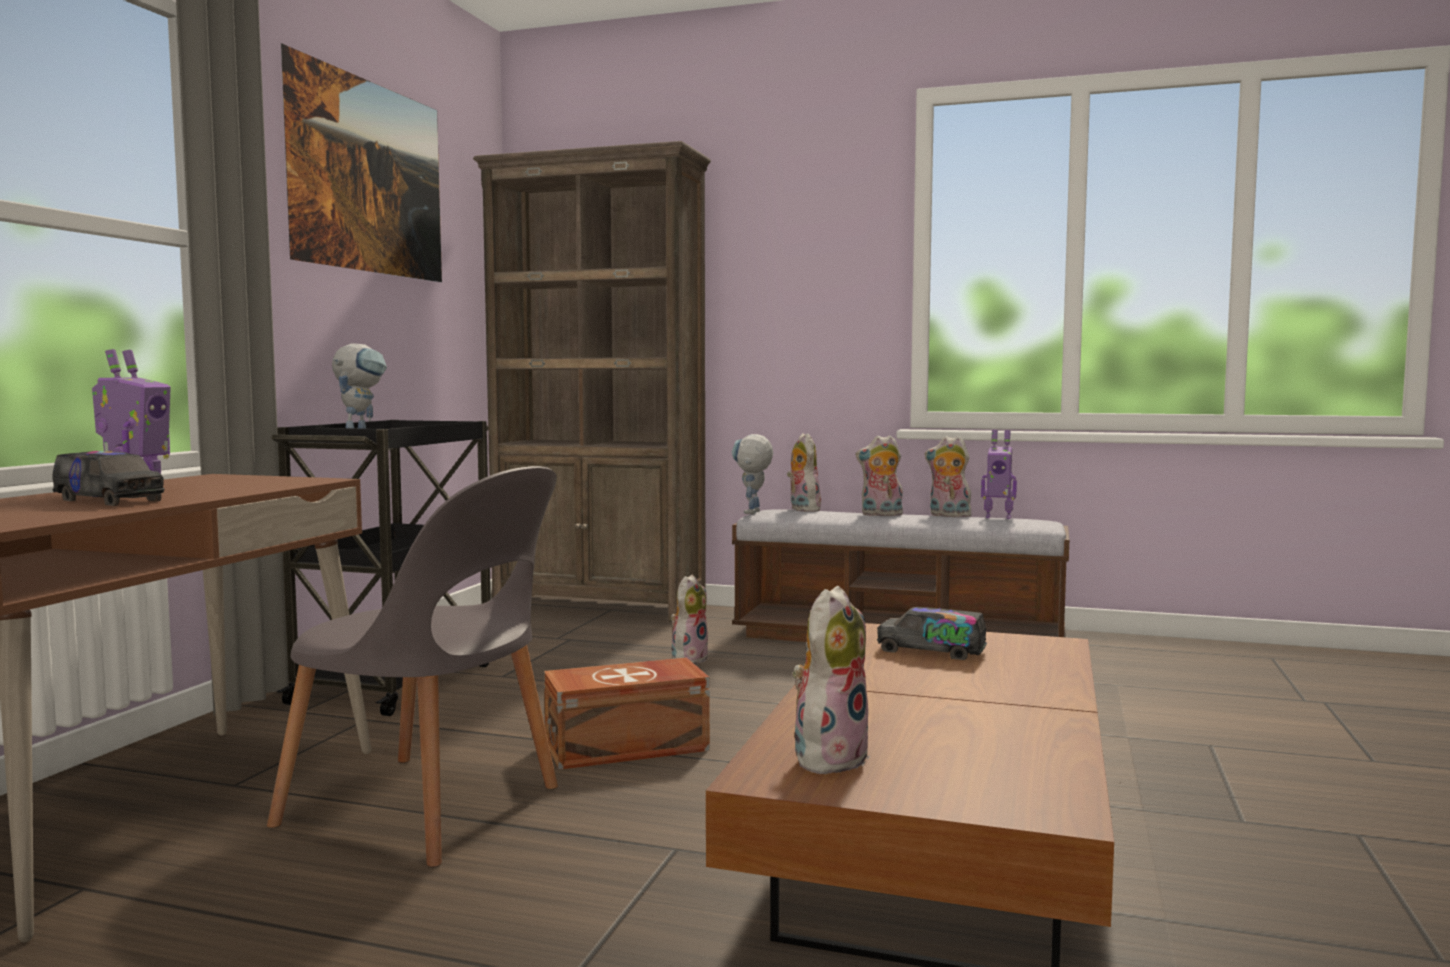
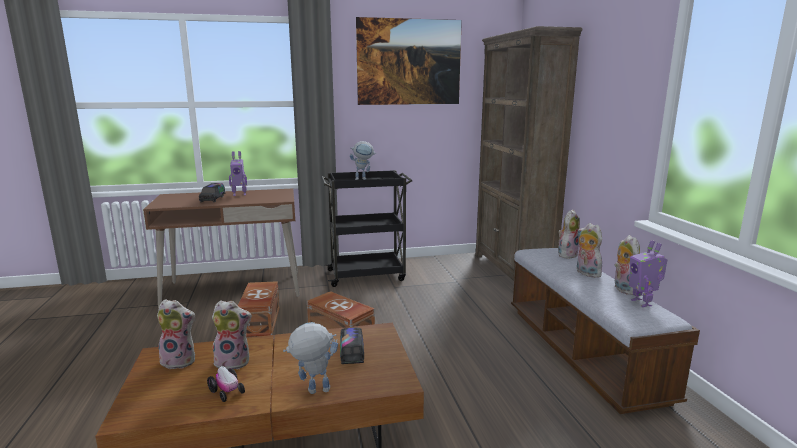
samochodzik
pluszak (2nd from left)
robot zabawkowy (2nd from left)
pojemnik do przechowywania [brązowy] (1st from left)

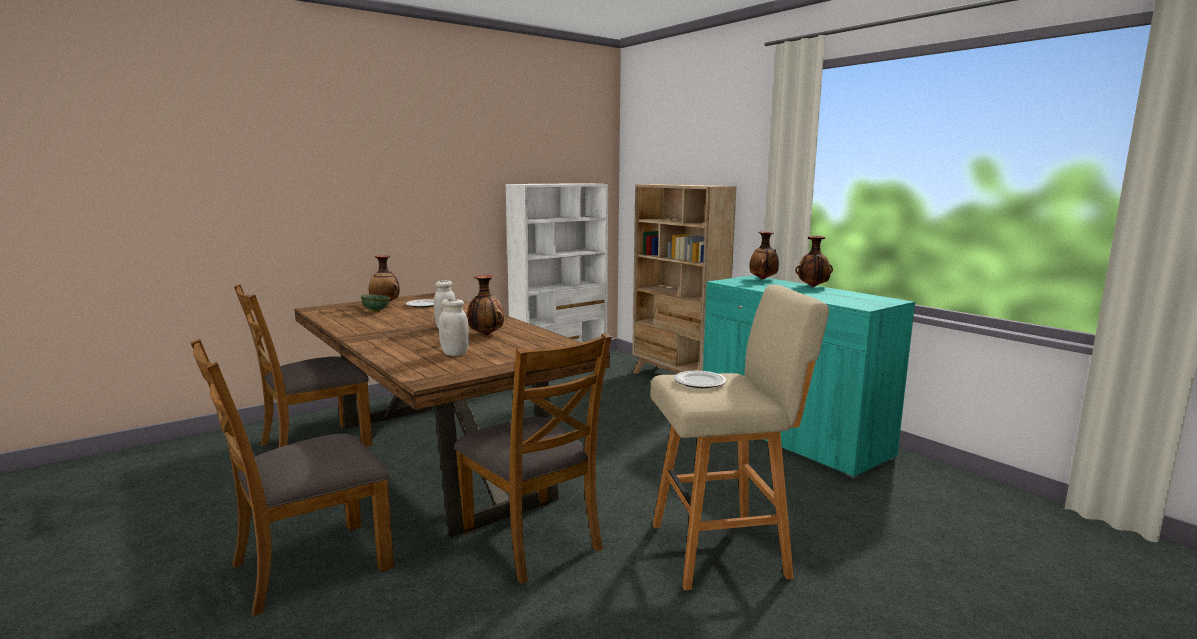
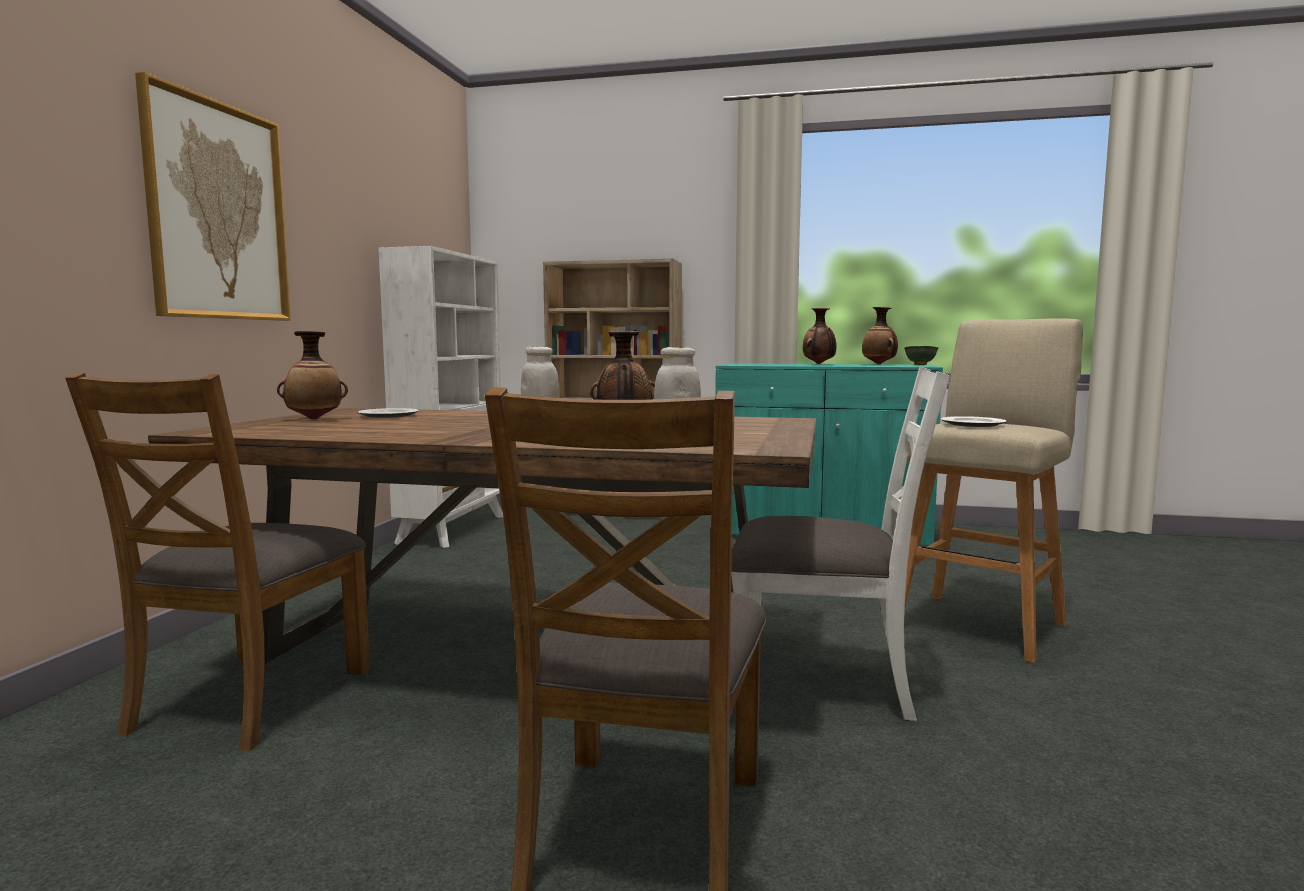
obraz
miska [zielony]
wazon (4th from left)
krzesło [biały]

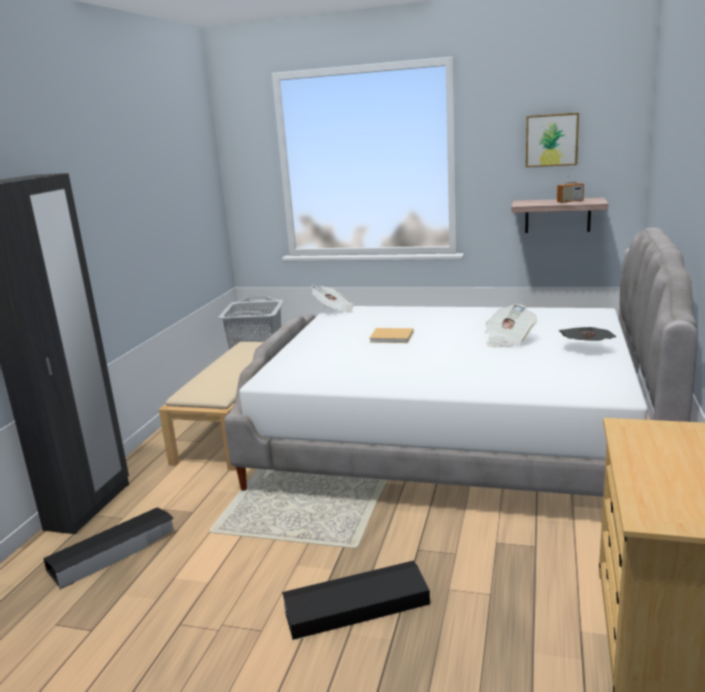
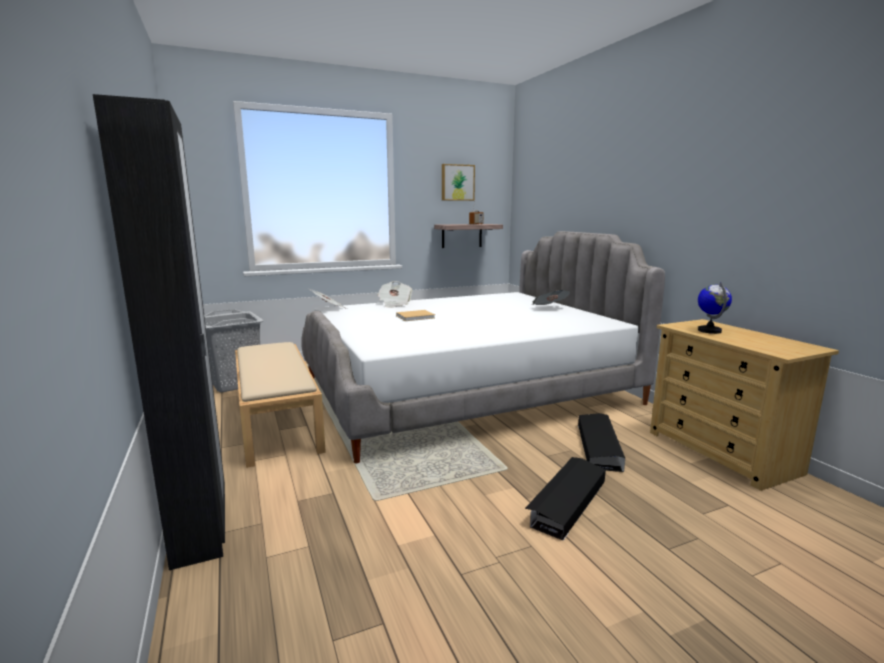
globus
pojemnik do przechowywania [czarny] (2nd from left)
gazeta (2nd from left)

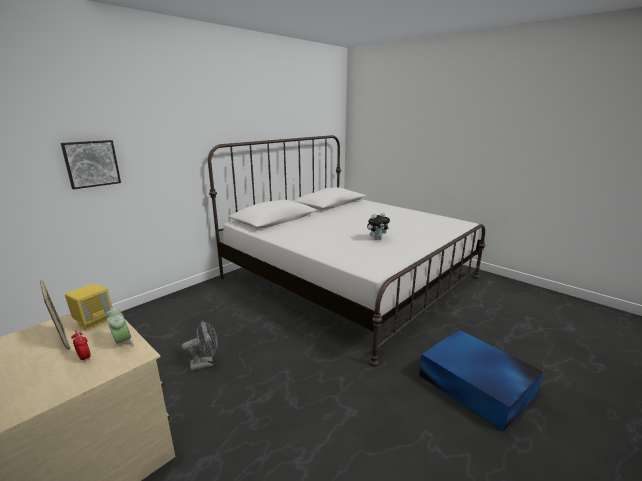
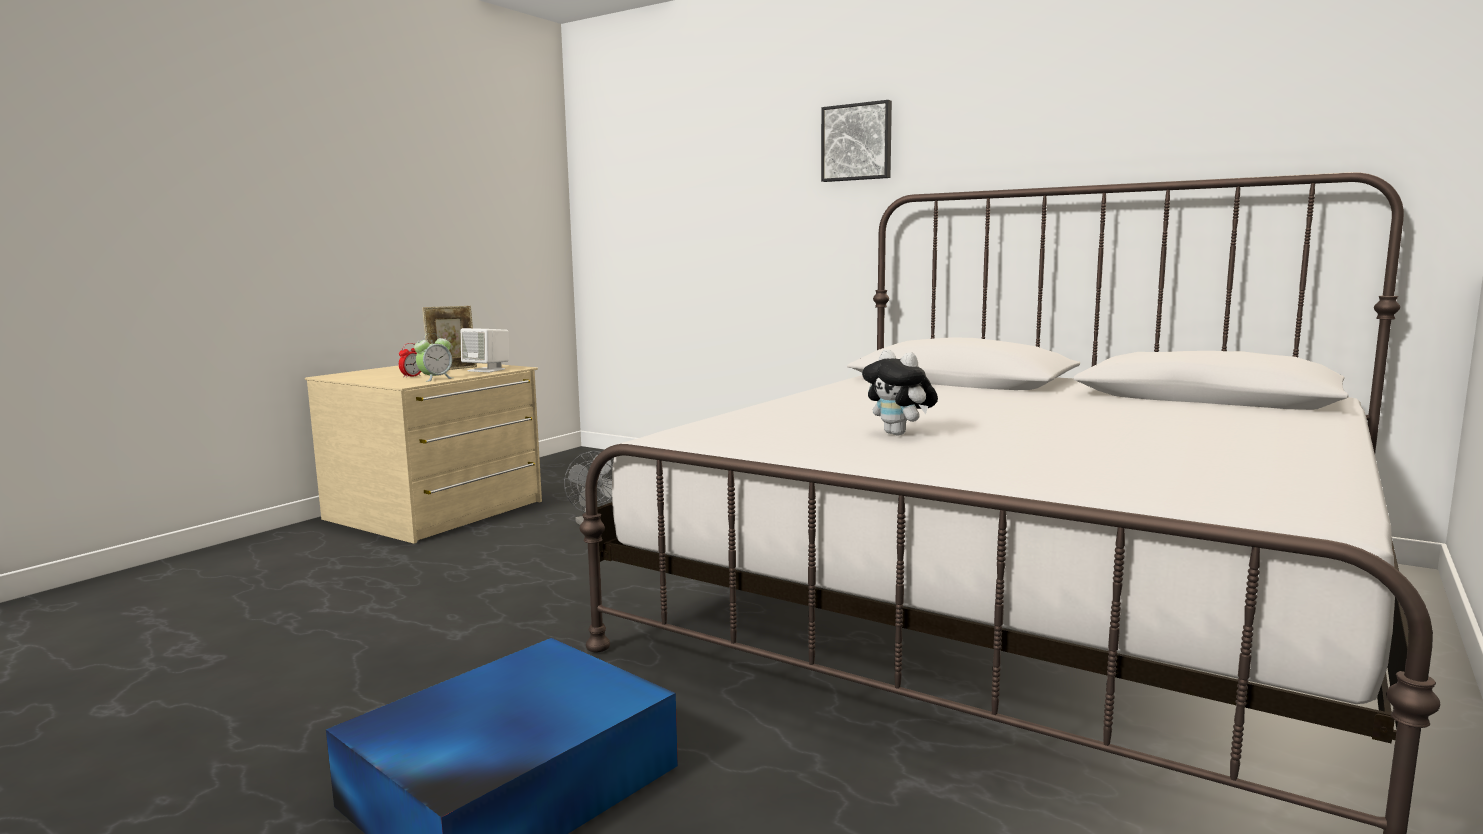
obraz
głośnik [biały]

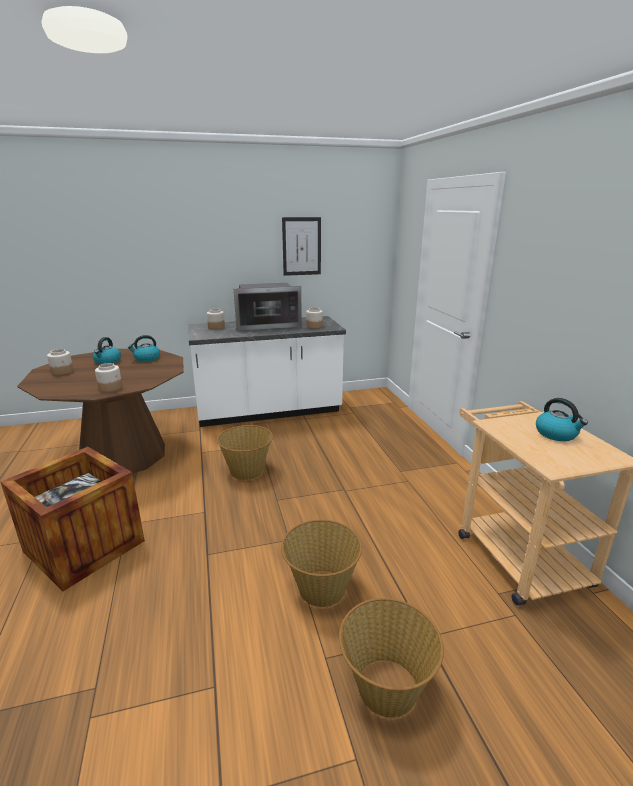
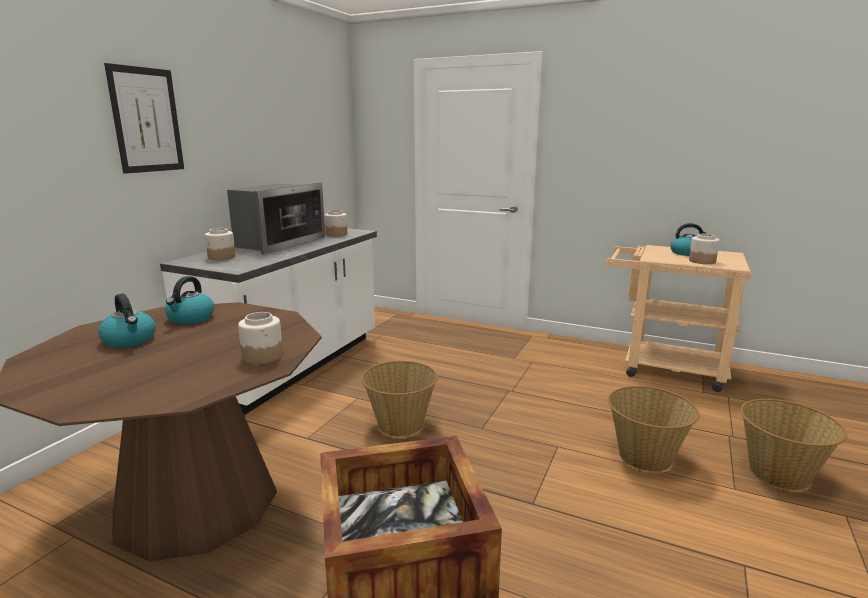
słoik (4th from left)
obraz

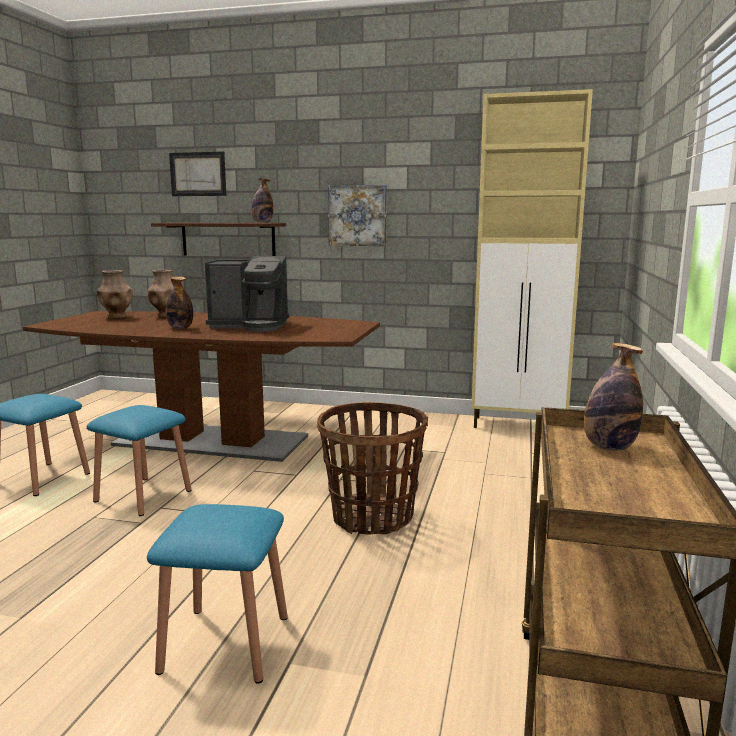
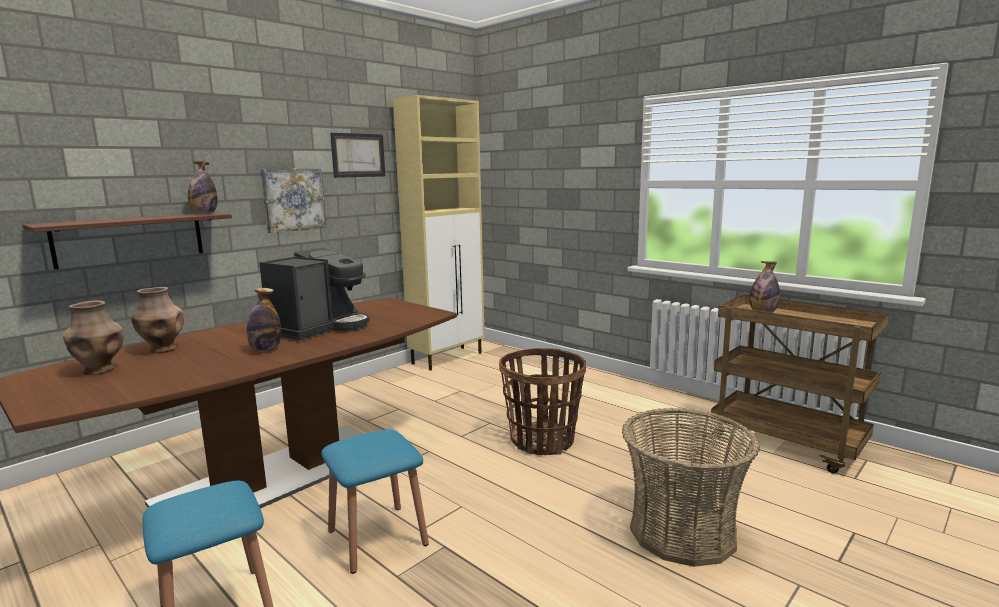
obraz (2nd from left)
koszyk (2nd from left)

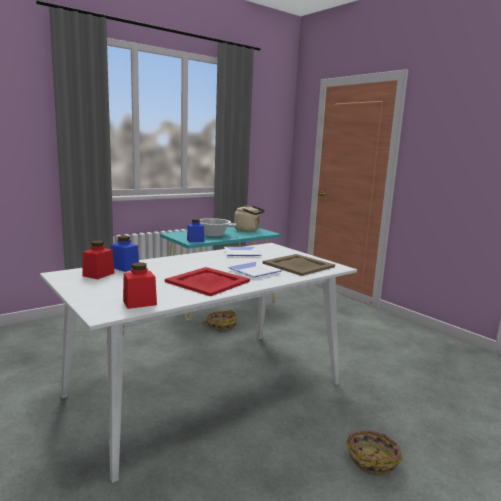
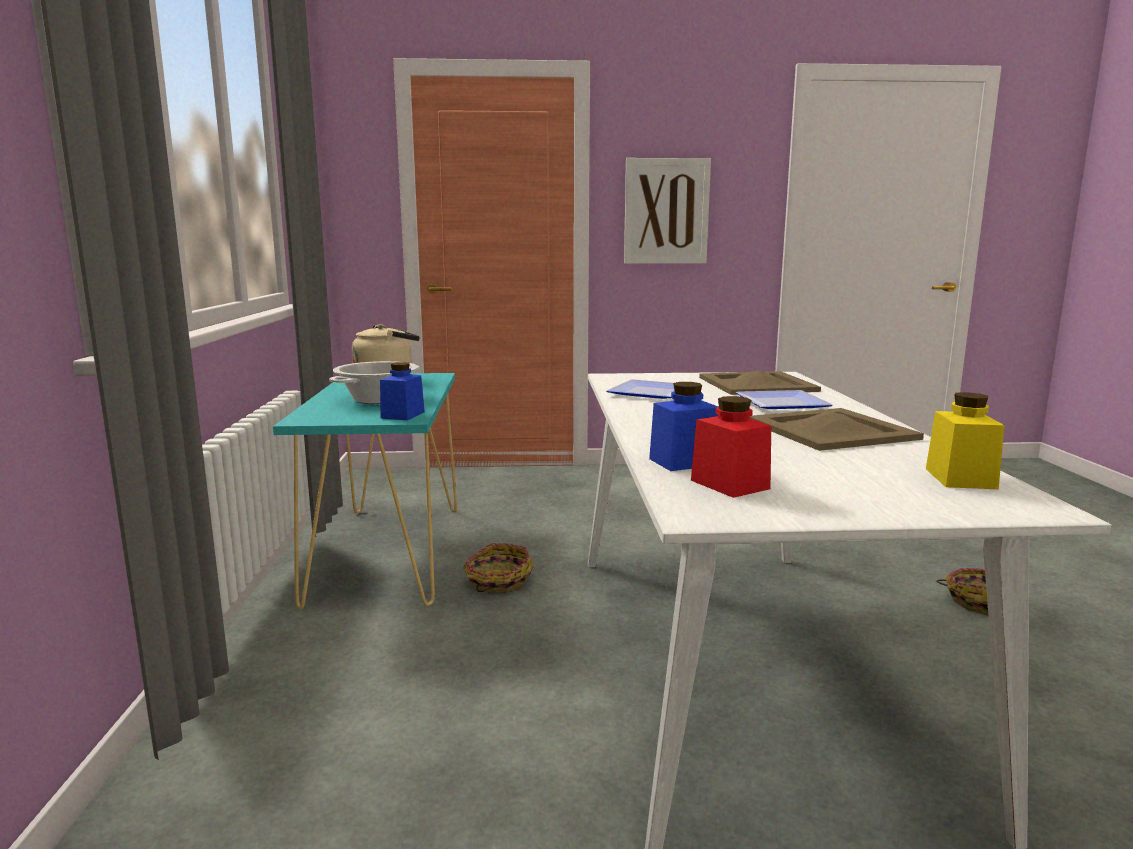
obraz
słoik [żółty]
taca [beżowy] (2nd from left)

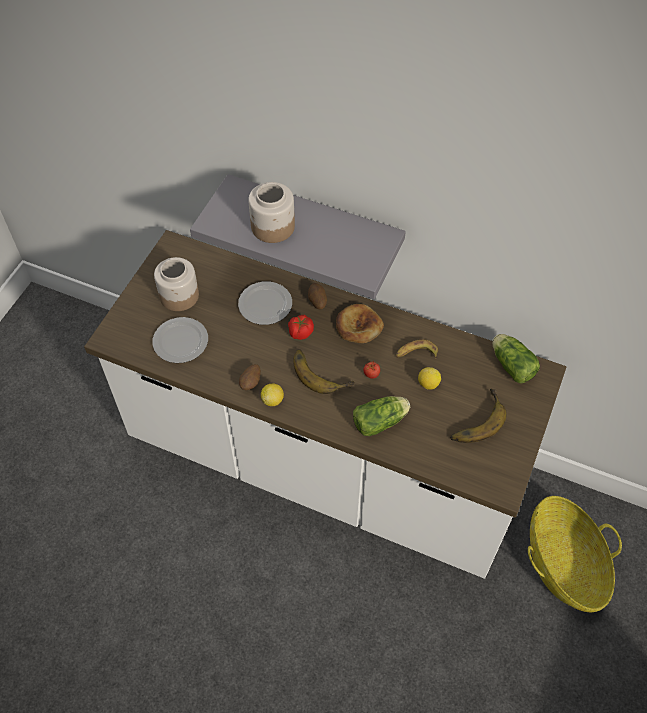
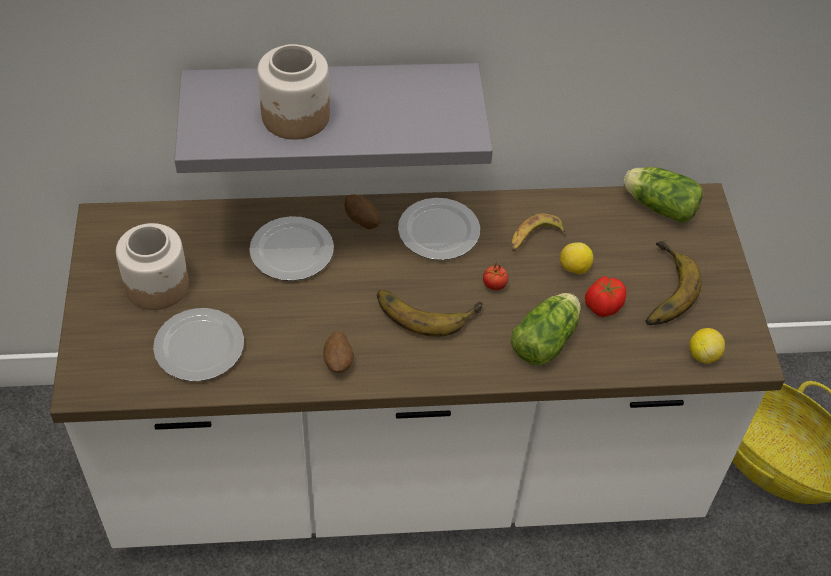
cytryna (2nd from left)
pomidor (2nd from left)
talerz (3rd from left)

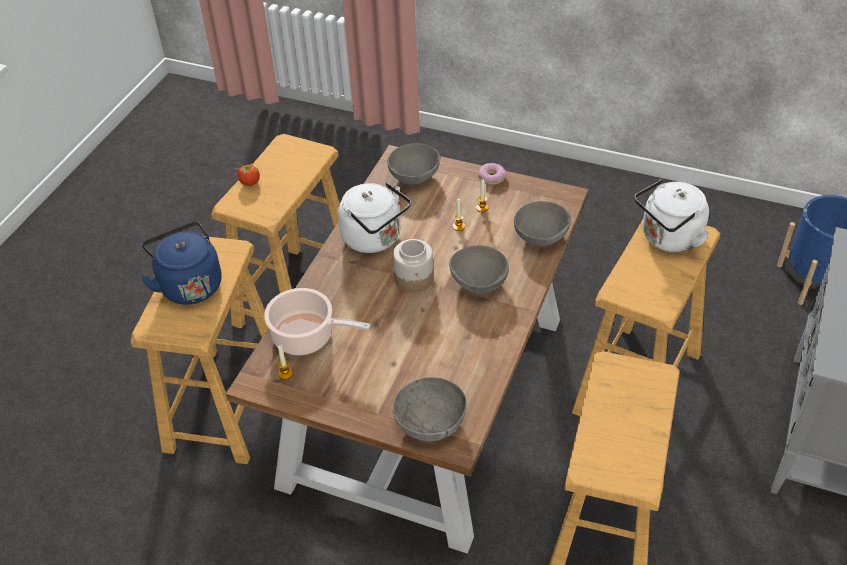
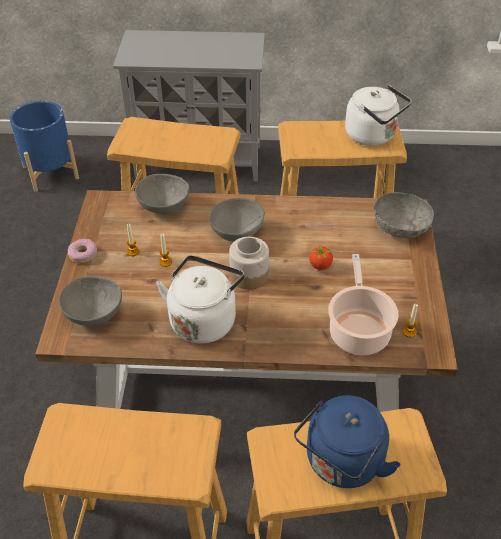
pomidor
czajnik [biały] (2nd from left)

